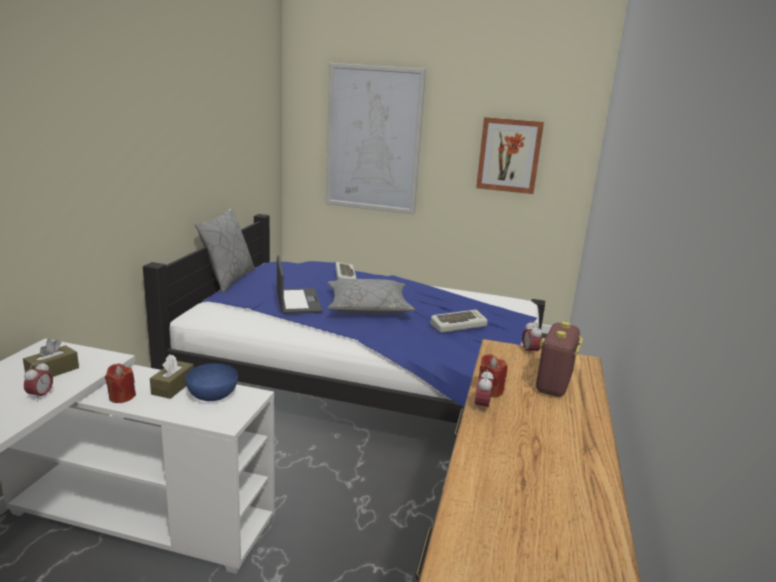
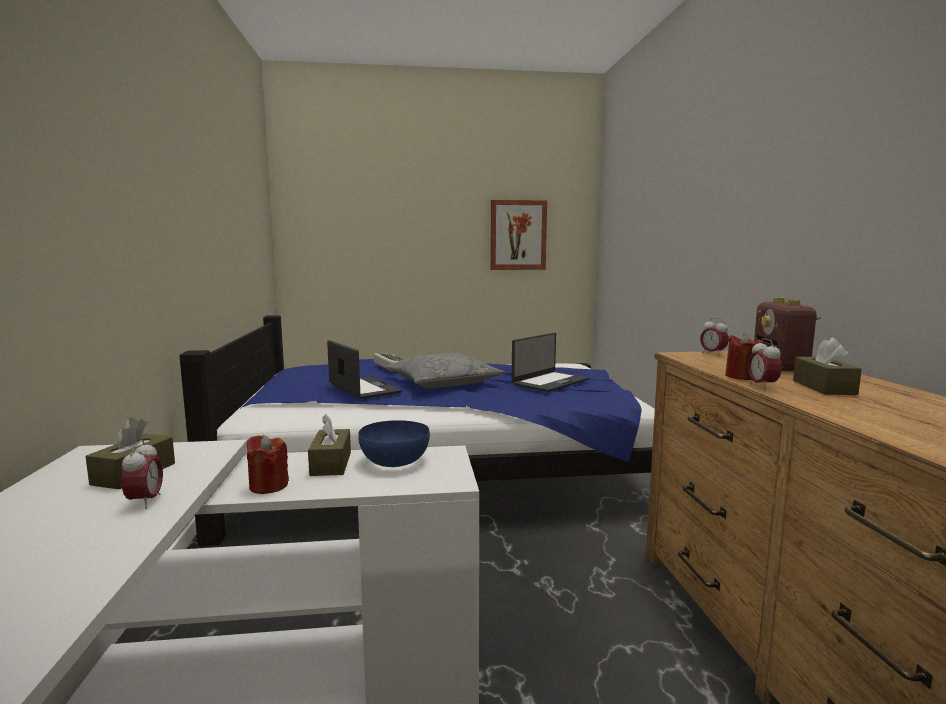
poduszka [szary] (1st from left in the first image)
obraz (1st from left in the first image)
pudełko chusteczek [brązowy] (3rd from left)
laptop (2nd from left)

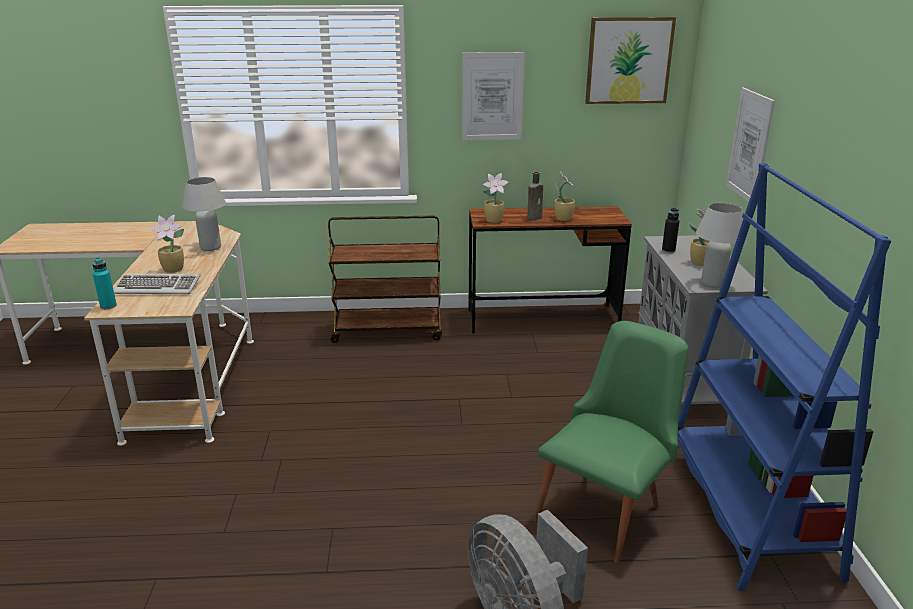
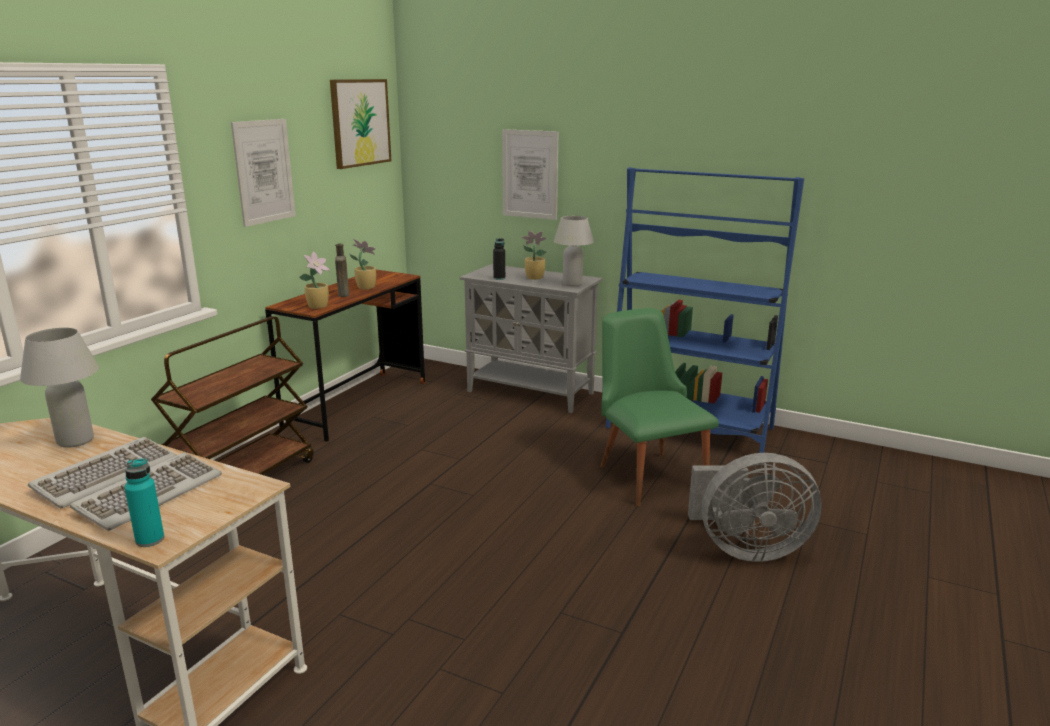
klawiatura (1st from left)

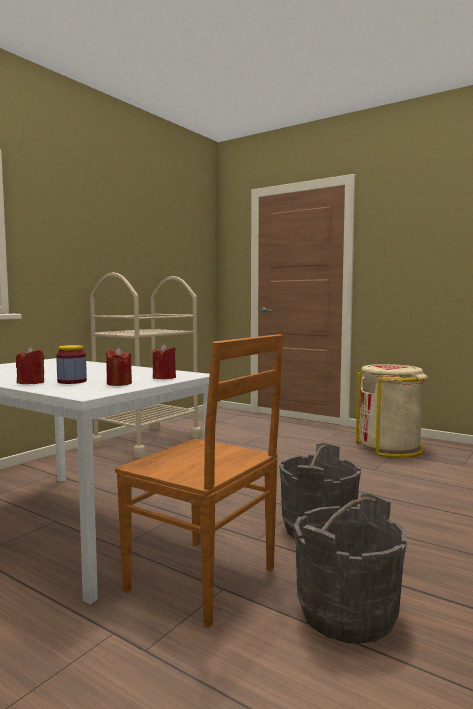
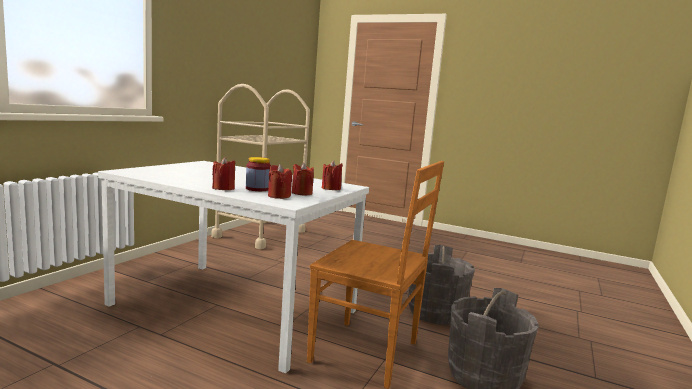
kosz na śmieci [beżowy]
świeca [czerwony] (2nd from left)

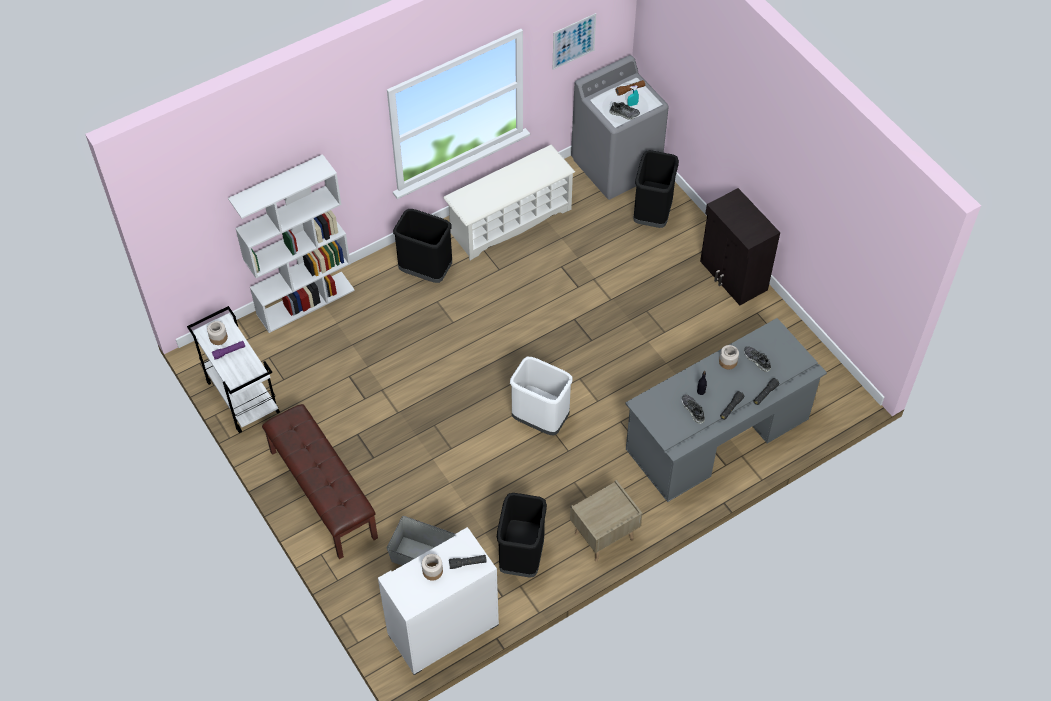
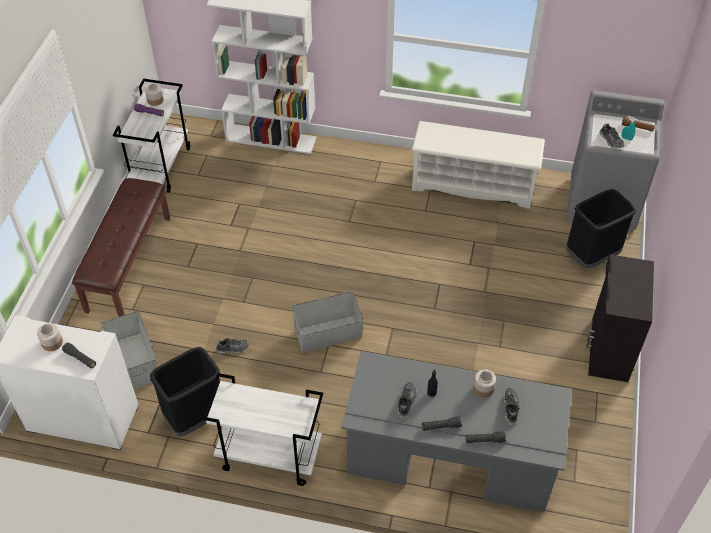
kosz na śmieci [czarny] (1st from left in the first image)
obraz
but (1st from left)
pojemnik do przechowywania [szary] (2nd from left)
wózek [biały] (2nd from left)

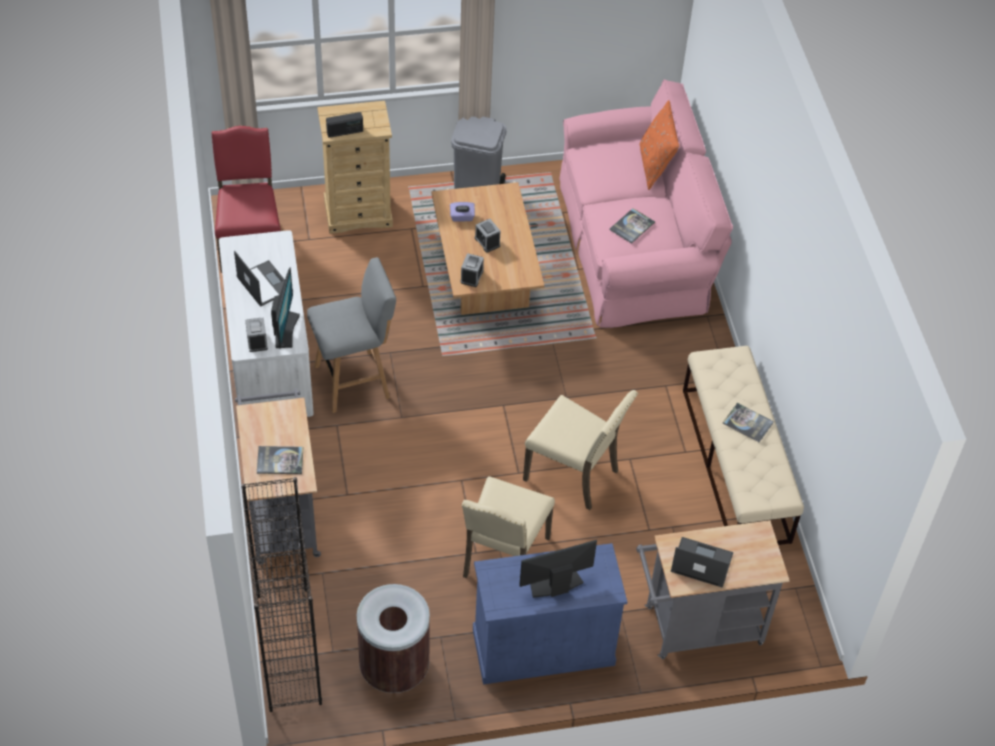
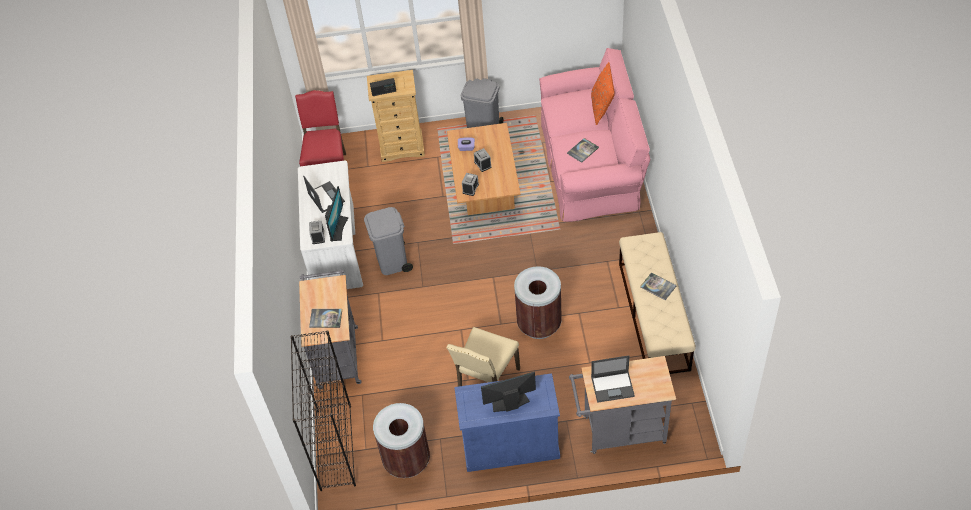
kosz na śmieci [szary] (1st from left)
kosz na śmieci [brązowy] (2nd from left)
laptop (2nd from left)

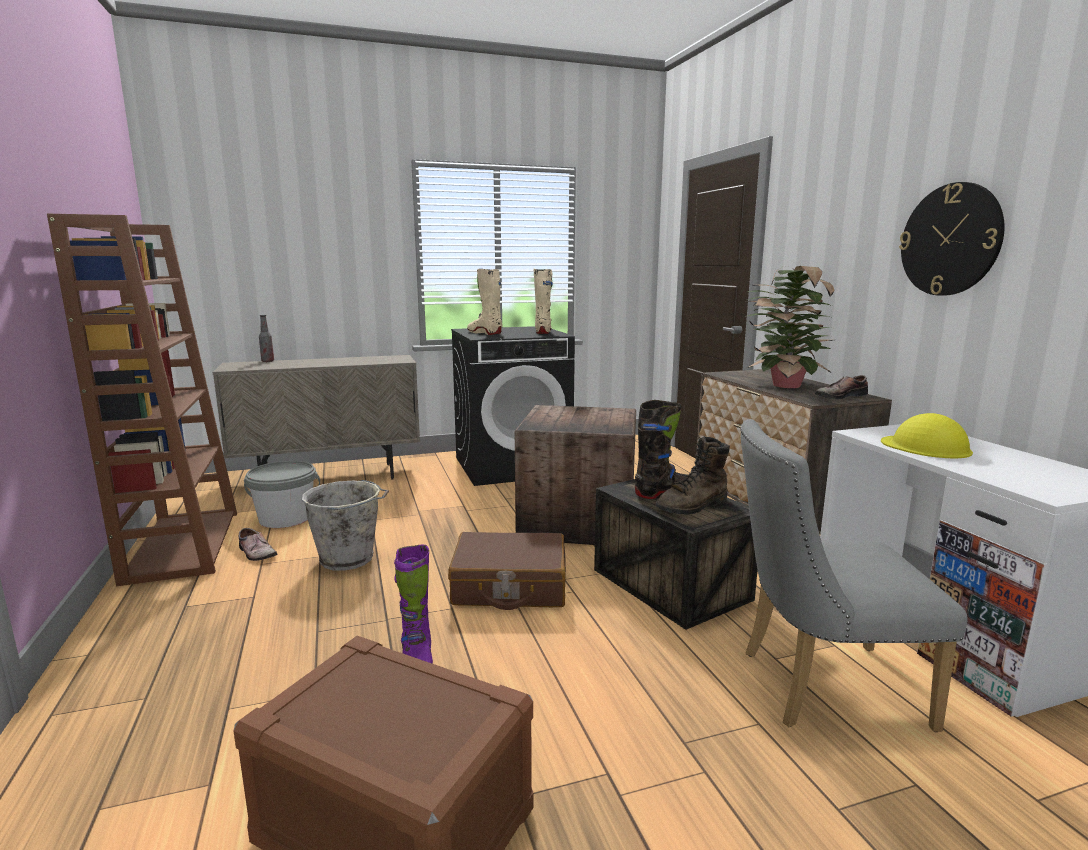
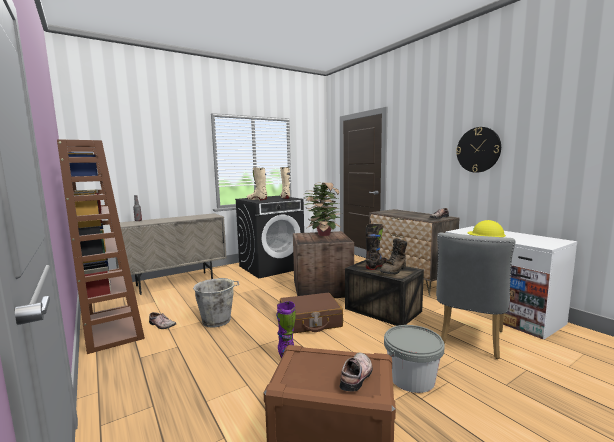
but (2nd from left)
wiadro [szary] (2nd from left)
roślina doniczkowa
krzesło [szary]

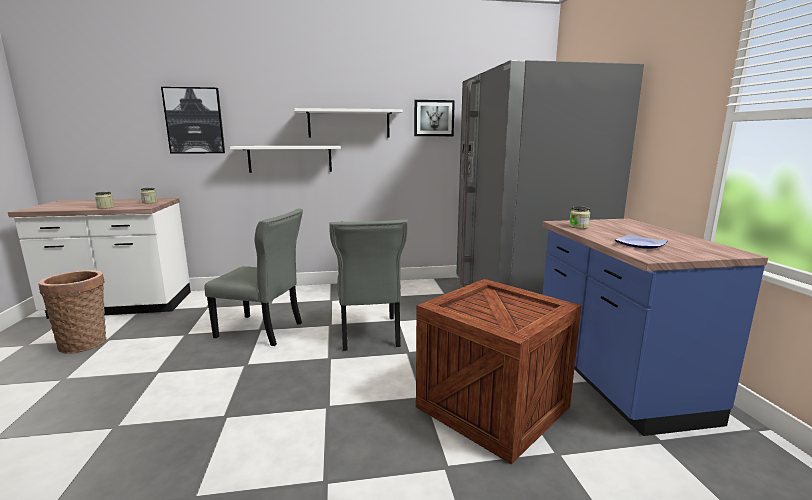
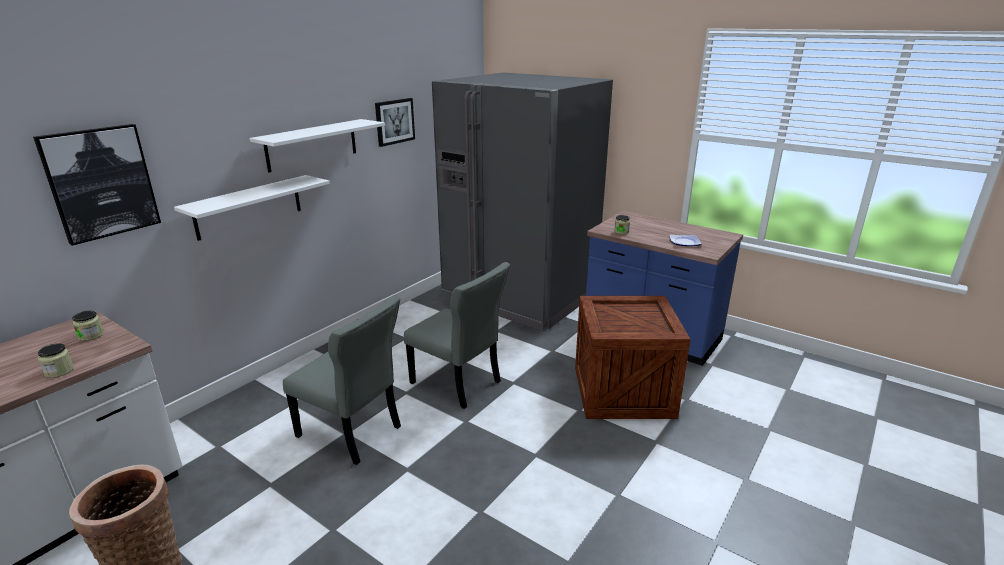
krzesło [szary] (1st from left)

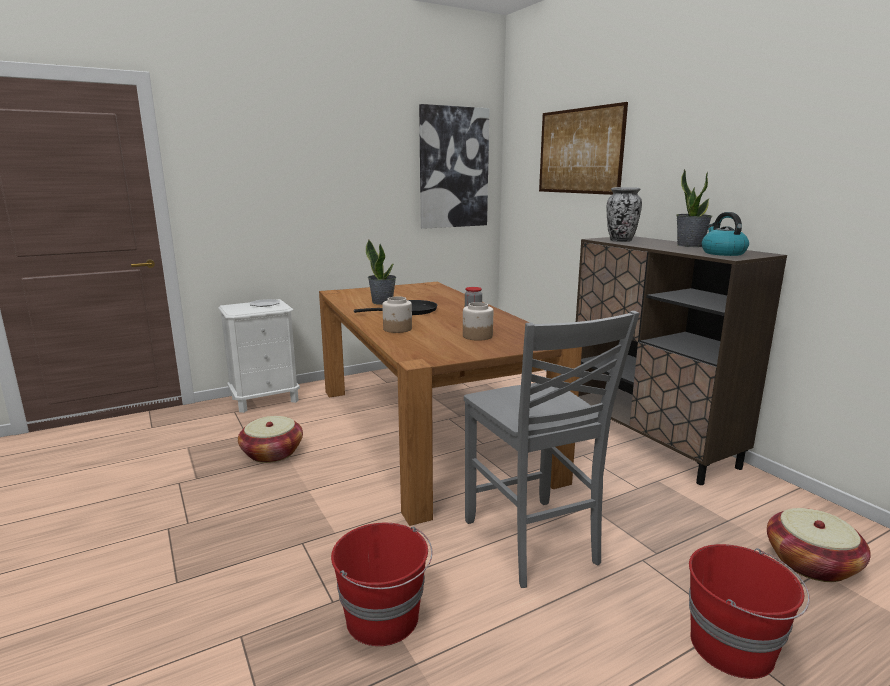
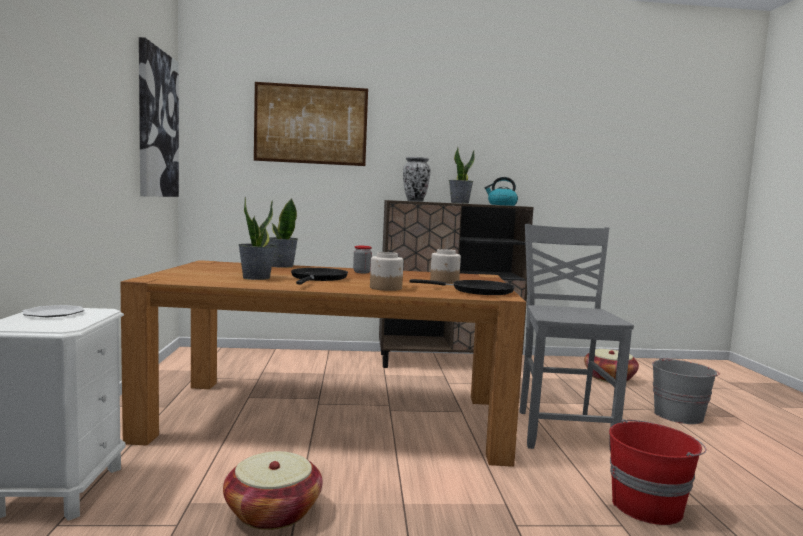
roślina doniczkowa (2nd from left)
patelnia [czarny] (2nd from left)
wiadro [szary]
krzesło [szary]

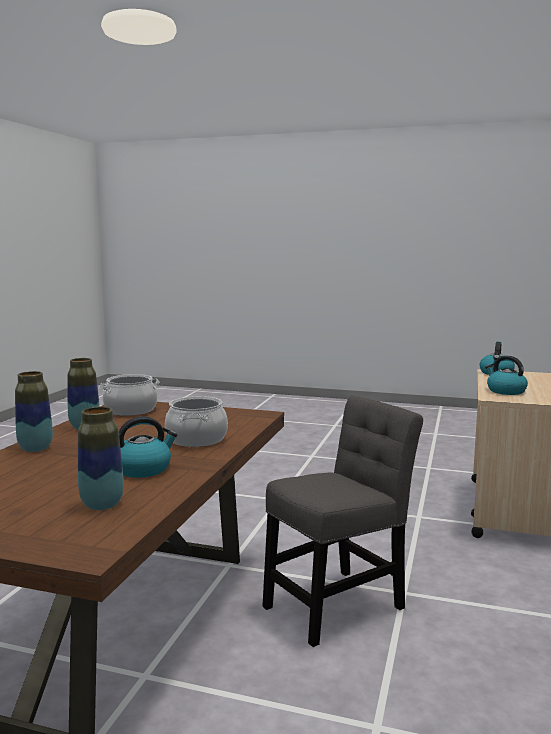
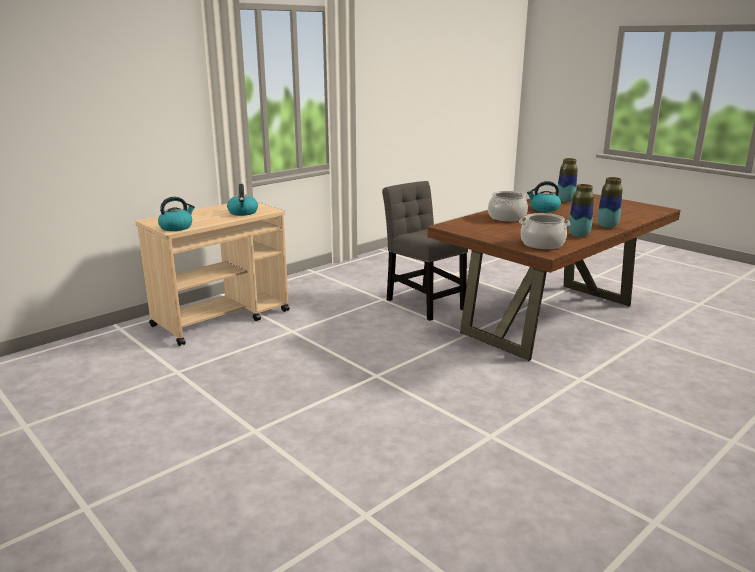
krzesło [szary]

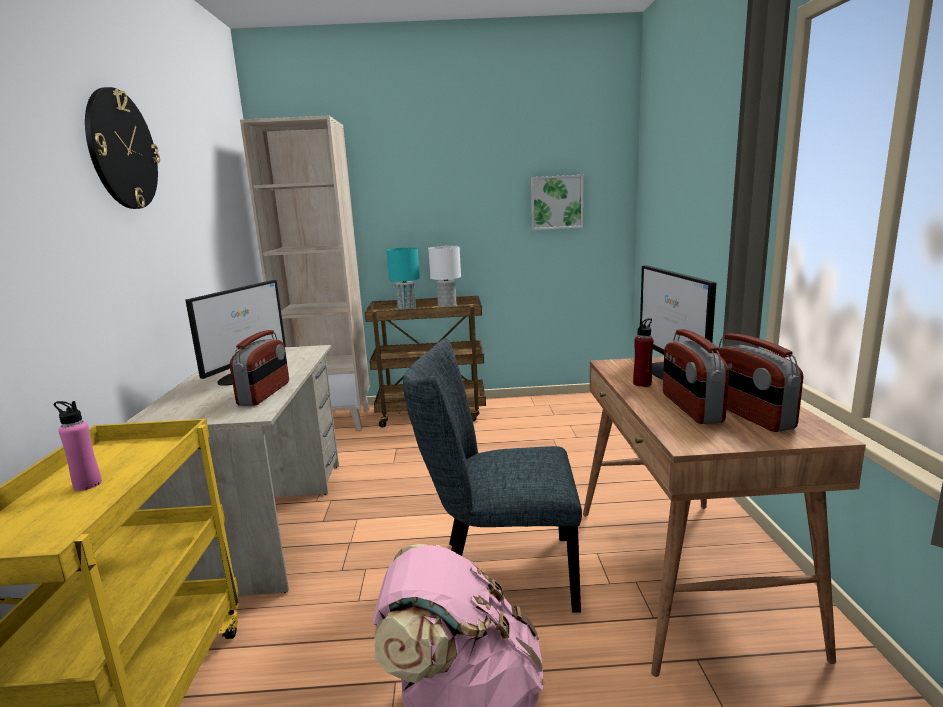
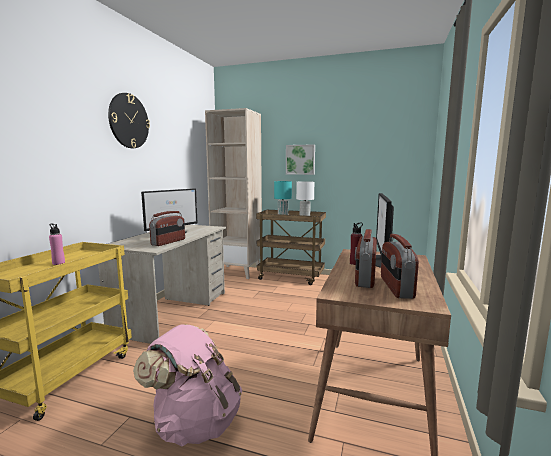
krzesło [szary]
obraz

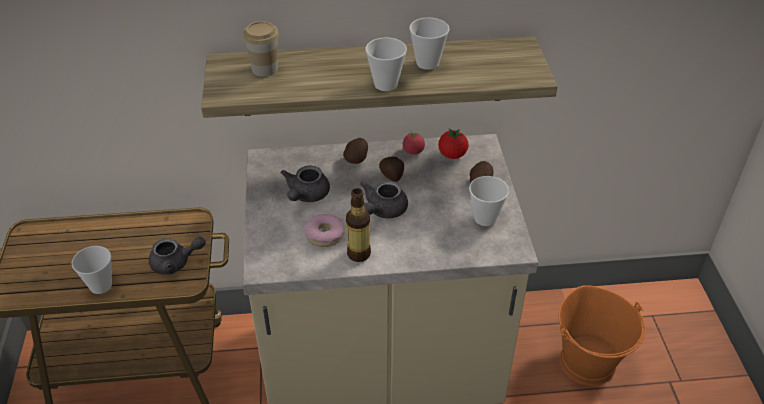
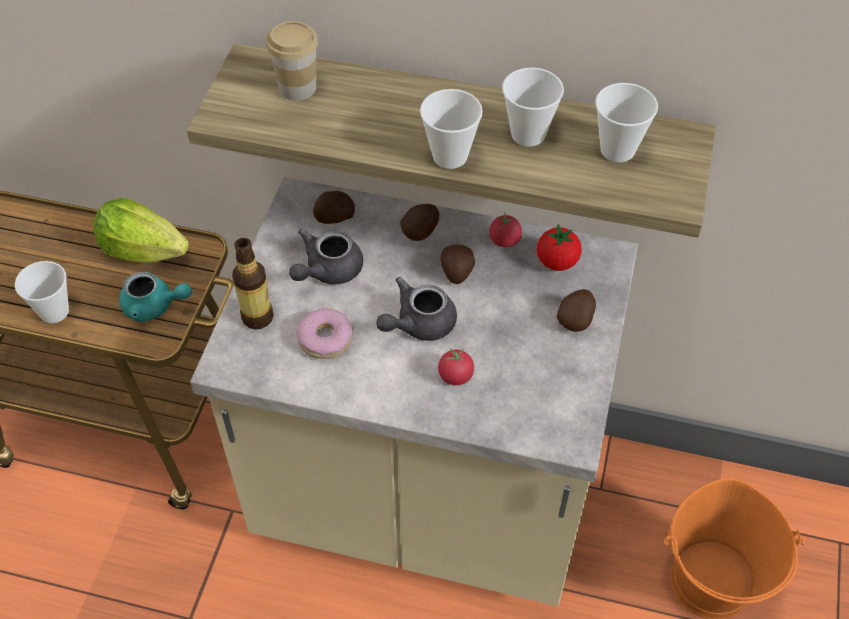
sałata
ziemniak (1st from left)
pomidor (1st from left)
butelka
filiżanka (5th from left)
imbryk [turkusowy]

